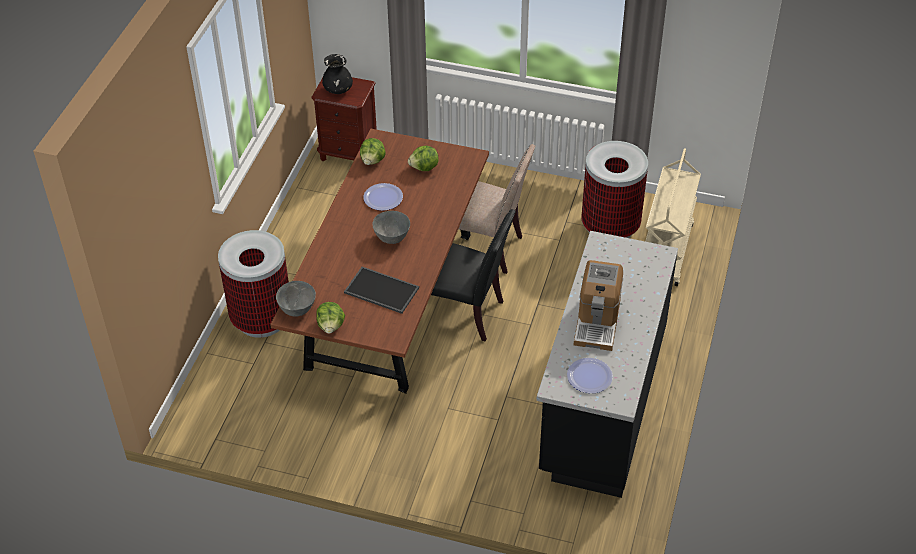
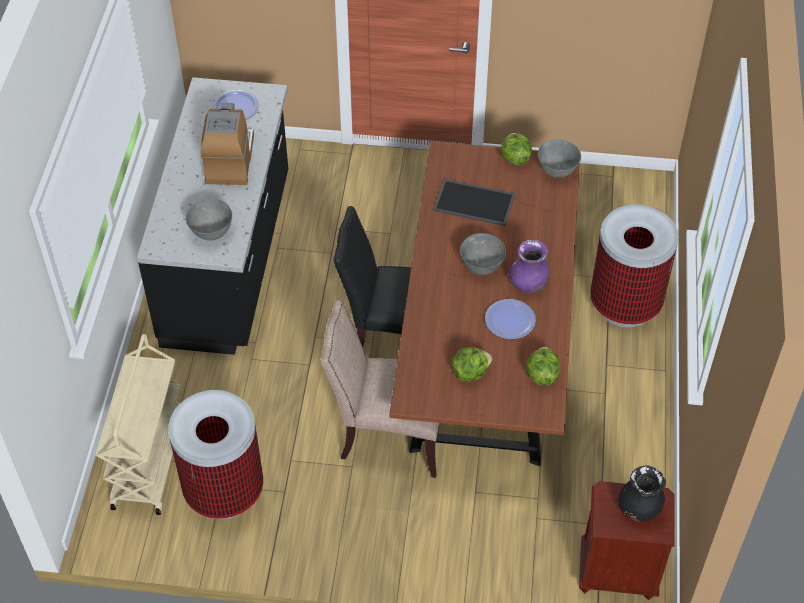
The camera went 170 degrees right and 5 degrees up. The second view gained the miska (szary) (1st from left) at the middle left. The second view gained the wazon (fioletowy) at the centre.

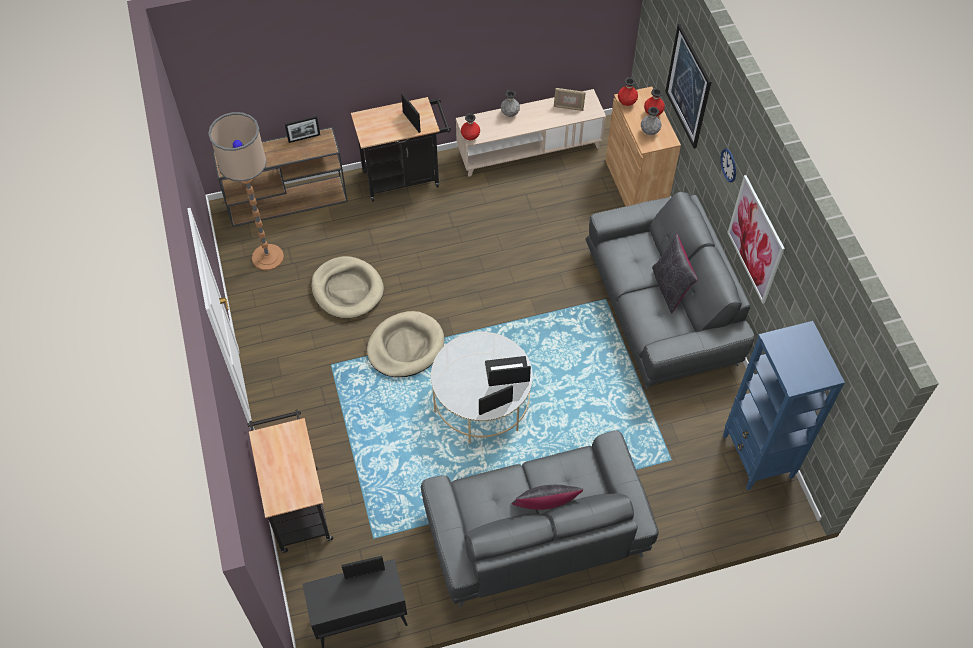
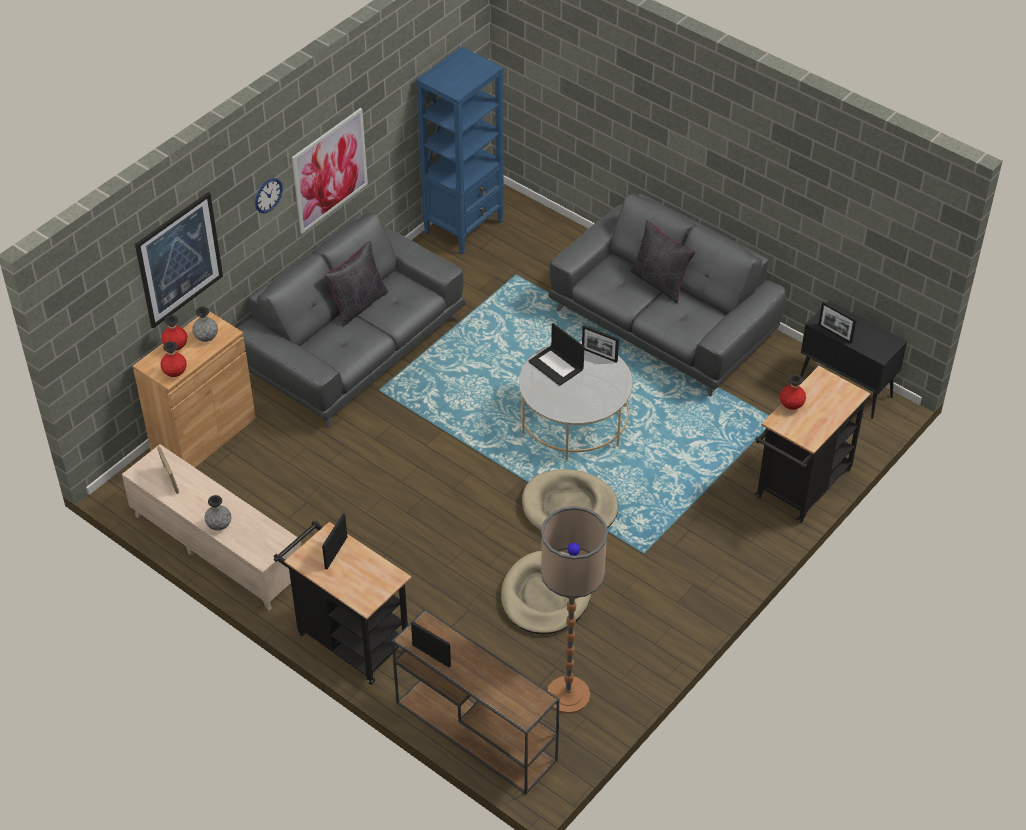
The camera went 125 degrees left and 10 degrees down. The wazon (czerwony) (1st from left in the first image) ended up elsewhere, having gone from the top centre to the middle right.

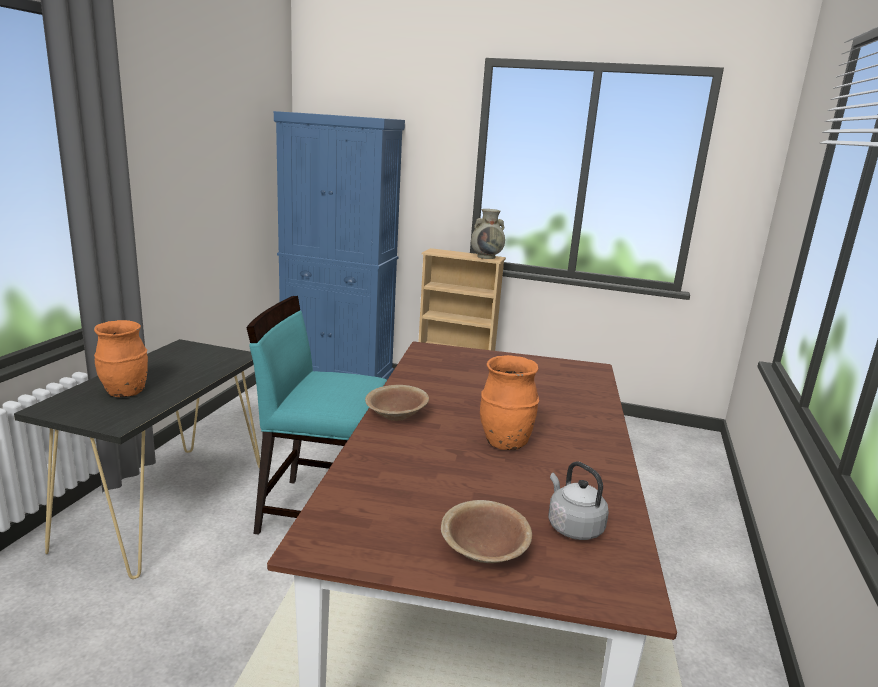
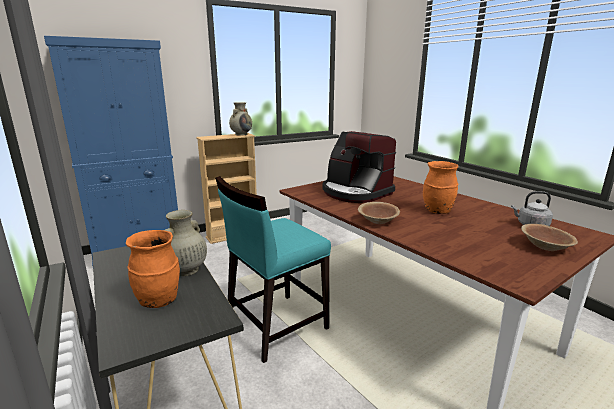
The camera went 45 degrees left and 0 degrees up. The second view gained the wazon (beżowy) (1st from left) at the middle left. The second view gained the ekspres do kawy at the centre.

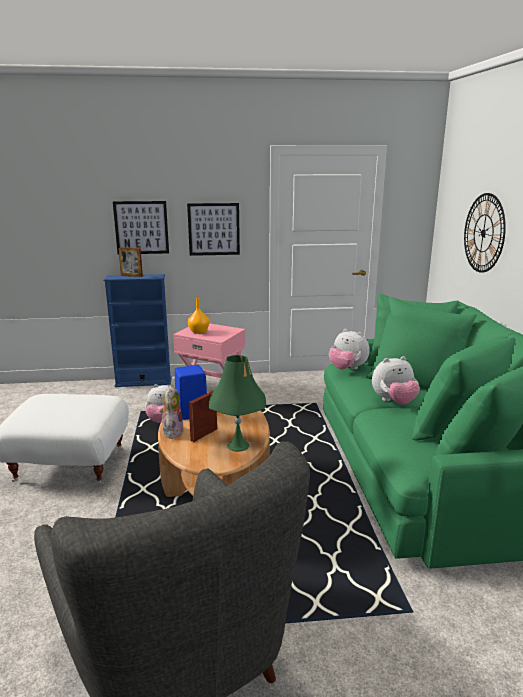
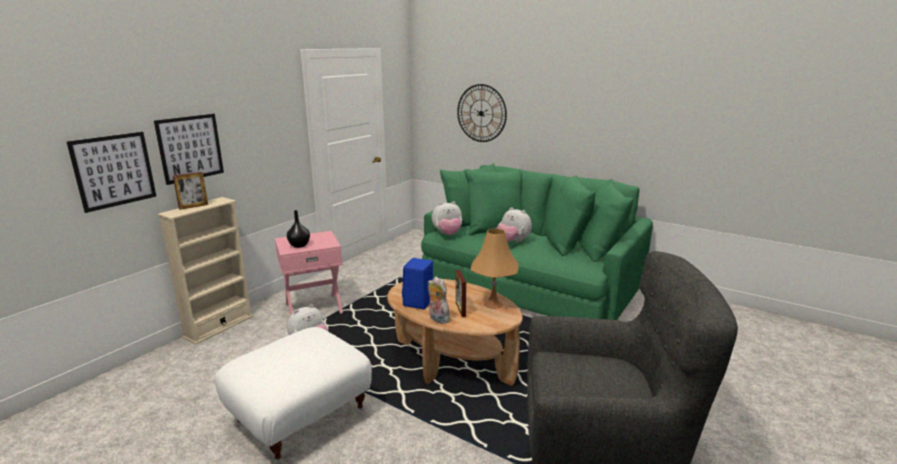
The camera went 50 degrees left and 0 degrees up. The obraz (2nd from left in the first image) ended up elsewhere, having gone from the top centre to the middle left. What was the regał (niebieski) at the middle left turned into the regał (beżowy) at the middle left. What was the wazon (pomarańczowy) at the centre turned into the wazon (czarny) at the middle left. What was the lampa stołowa (zielony) at the centre turned into the lampa stołowa (pomarańczowy) at the centre. The pluszak (4th from left) at the middle right ended up facing another way, 105 degrees clockwise from before.

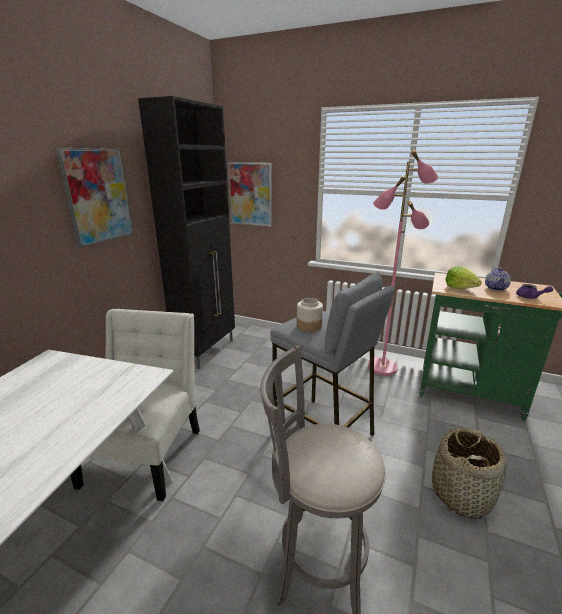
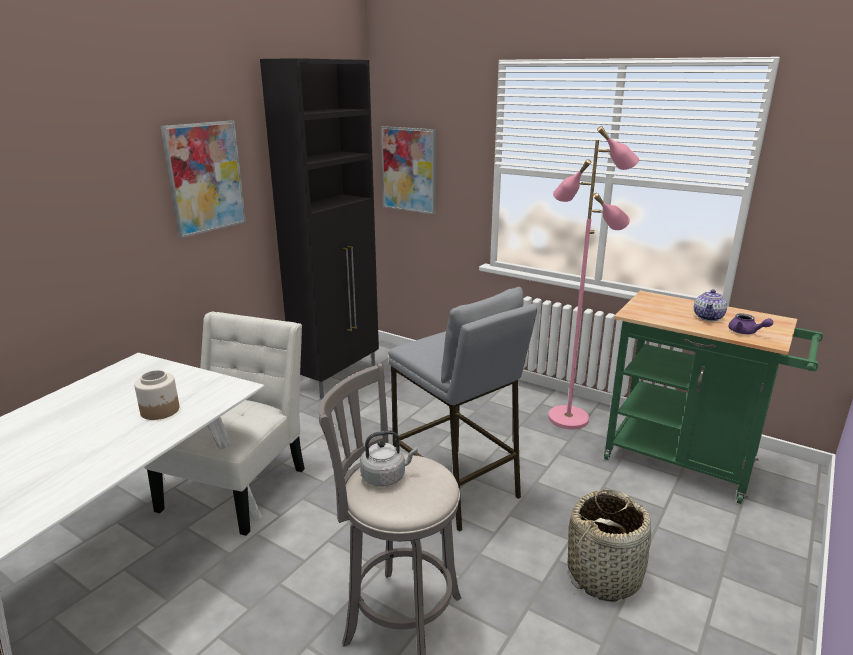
The camera went 10 degrees right and 0 degrees up. The second view lost the sałata at the middle right. The second view gained the czajnik (szary) at the bottom centre. The słoik ended up elsewhere, having gone from the centre to the middle left.

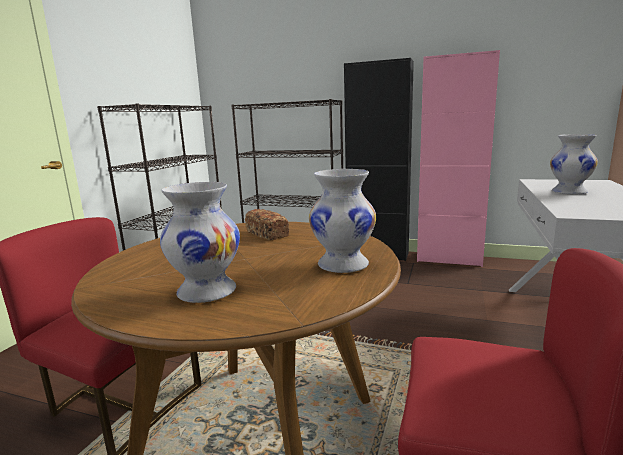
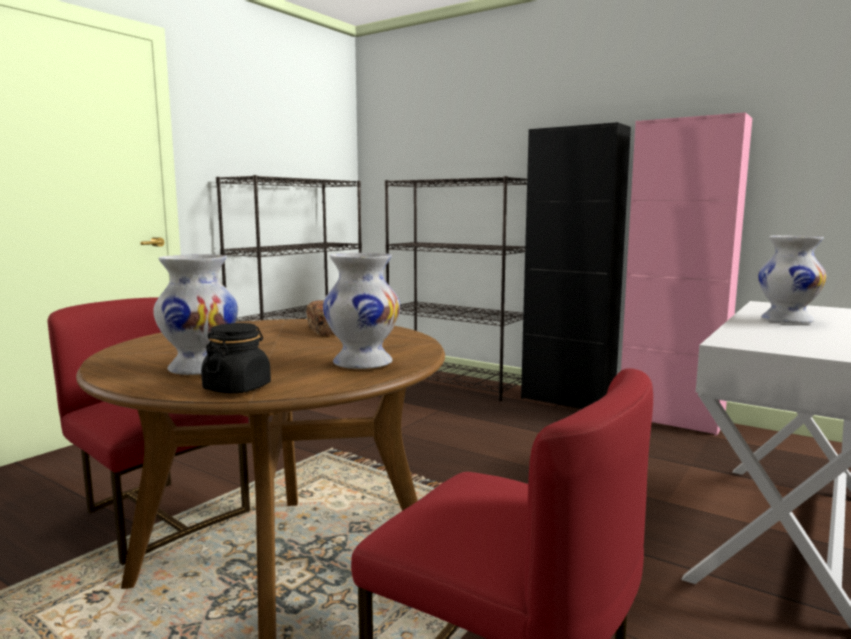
The camera went 15 degrees right and 5 degrees down. The second view gained the słoik (czarny) at the middle left.

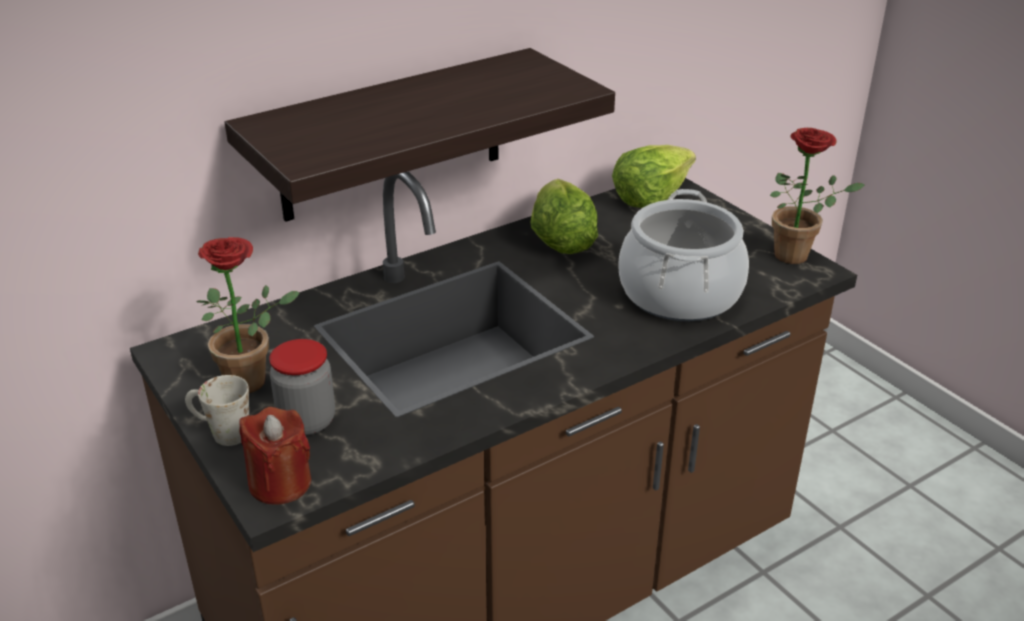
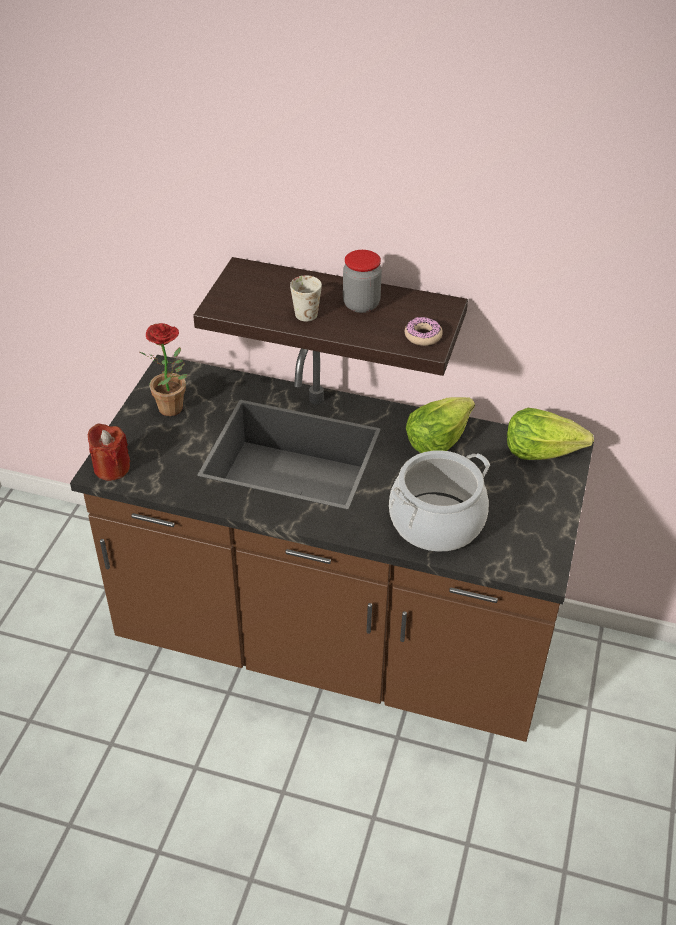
The camera went 50 degrees right and 10 degrees up. The second view lost the roślina doniczkowa (2nd from left) at the top right. The second view gained the donut at the centre. The kubek (biały) ended up elsewhere, having gone from the middle left to the top centre. The słoik ended up elsewhere, having gone from the middle left to the top centre.

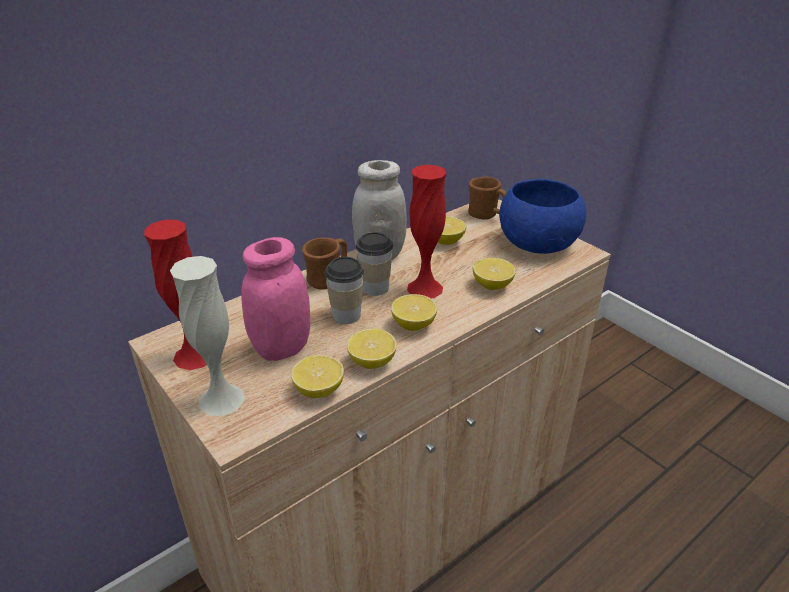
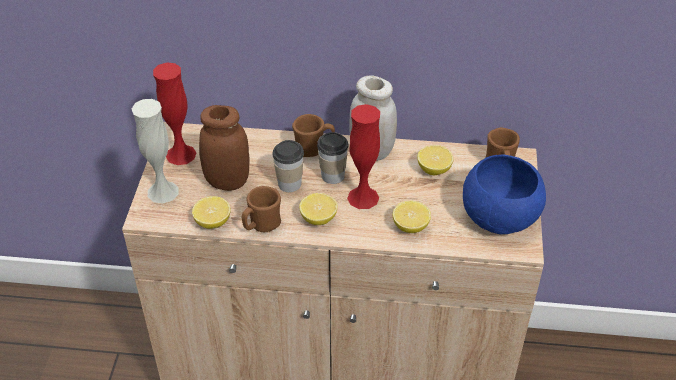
The camera went 45 degrees right and 10 degrees up. Where the cytryna (2nd from left) stood at the centre, the kubek (brązowy) (1st from left) came to stand at the centre. What was the słoik (różowy) at the centre turned into the słoik (brązowy) at the middle left.

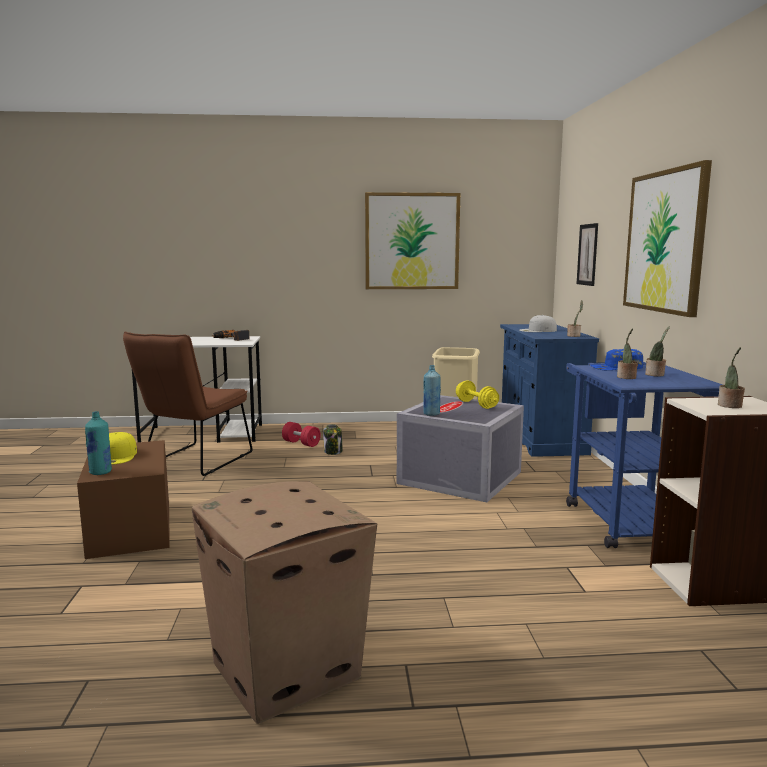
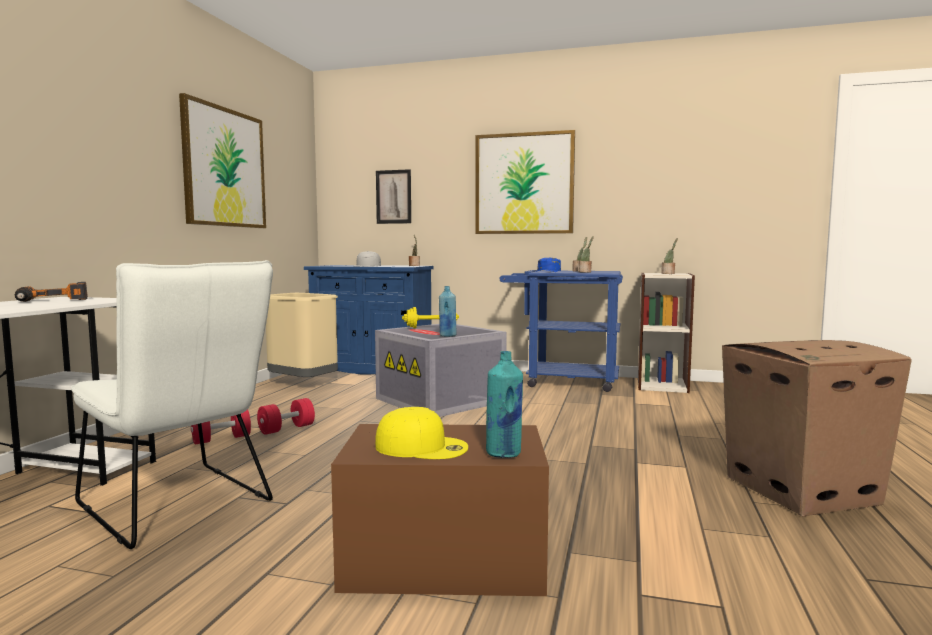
The camera went 70 degrees left and 5 degrees down. Where the słoik stood at the centre, the hantel (czerwony) (2nd from left) came to stand at the middle left. What was the krzesło (brązowy) at the middle left turned into the krzesło (biały) at the middle left.

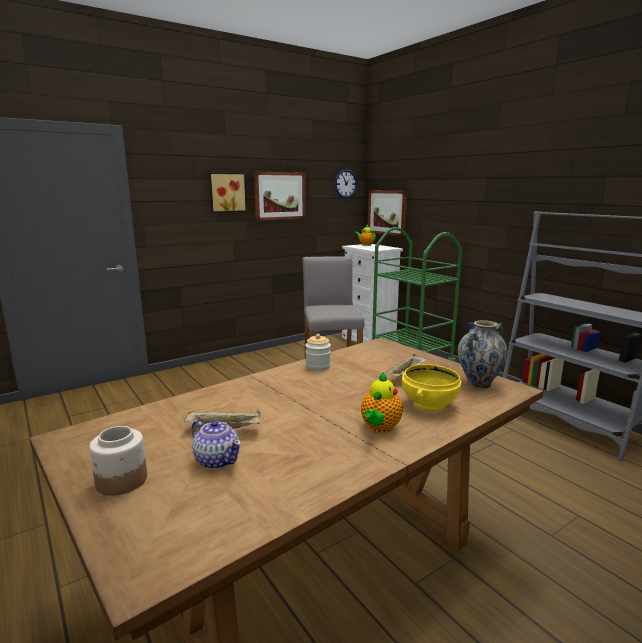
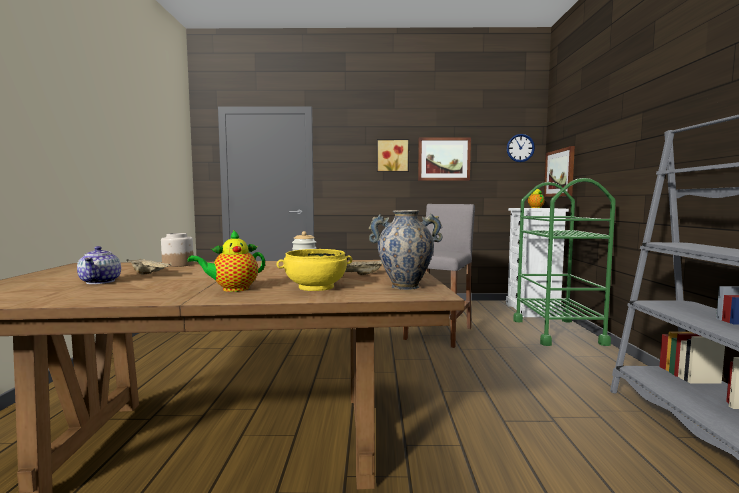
The camera went 35 degrees right and 10 degrees down. The słoik (1st from left) ended up elsewhere, having gone from the bottom left to the middle left.

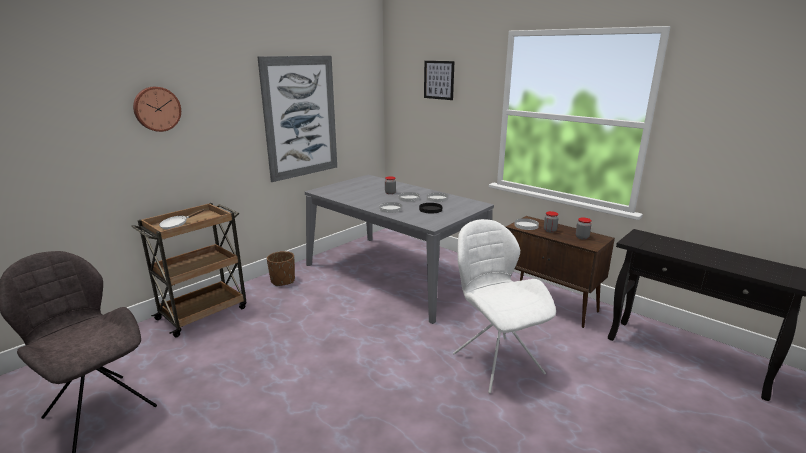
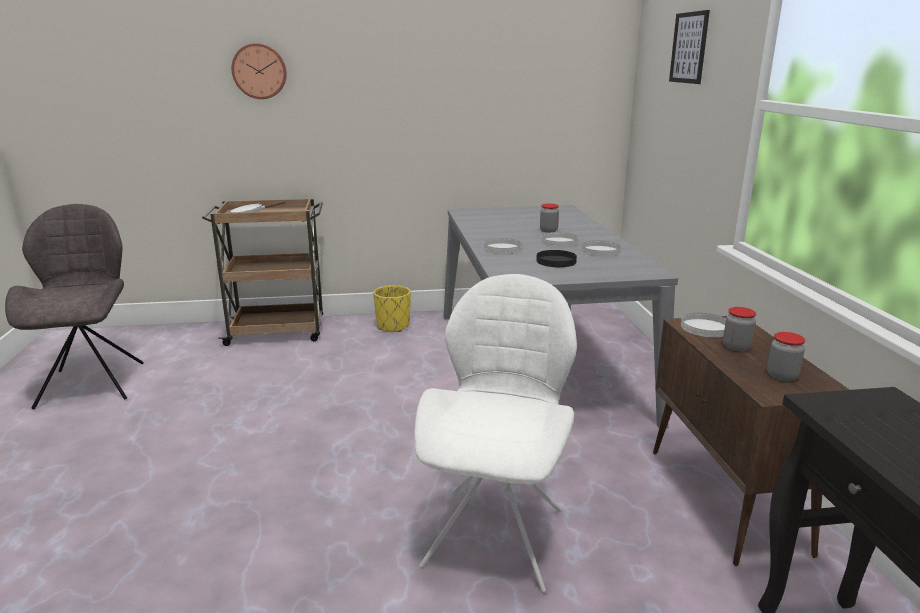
The camera went 40 degrees right and 0 degrees up. The second view lost the obraz (1st from left) at the top centre. What was the donica (brązowy) at the centre turned into the donica (żółty) at the centre.

